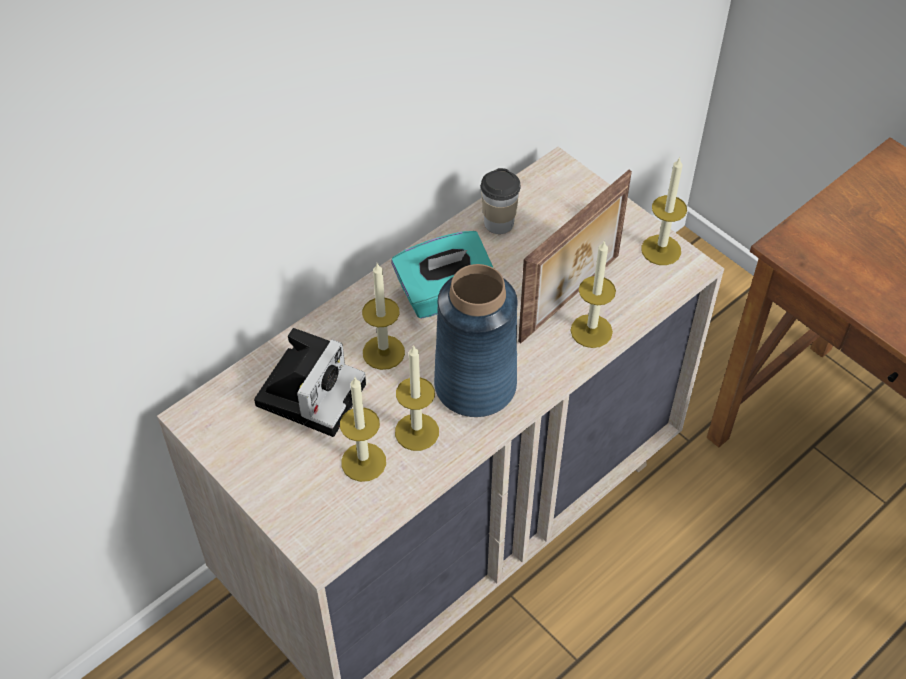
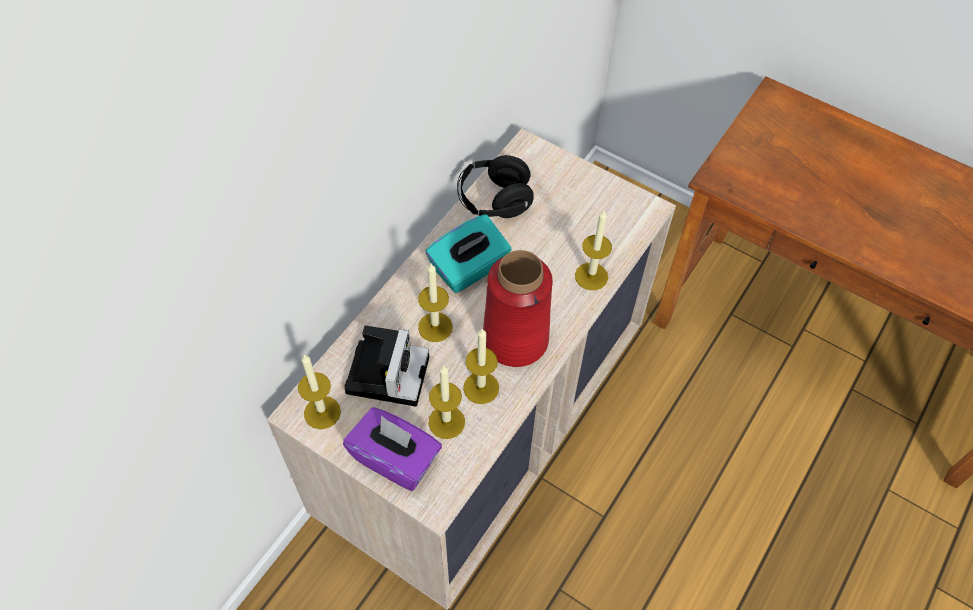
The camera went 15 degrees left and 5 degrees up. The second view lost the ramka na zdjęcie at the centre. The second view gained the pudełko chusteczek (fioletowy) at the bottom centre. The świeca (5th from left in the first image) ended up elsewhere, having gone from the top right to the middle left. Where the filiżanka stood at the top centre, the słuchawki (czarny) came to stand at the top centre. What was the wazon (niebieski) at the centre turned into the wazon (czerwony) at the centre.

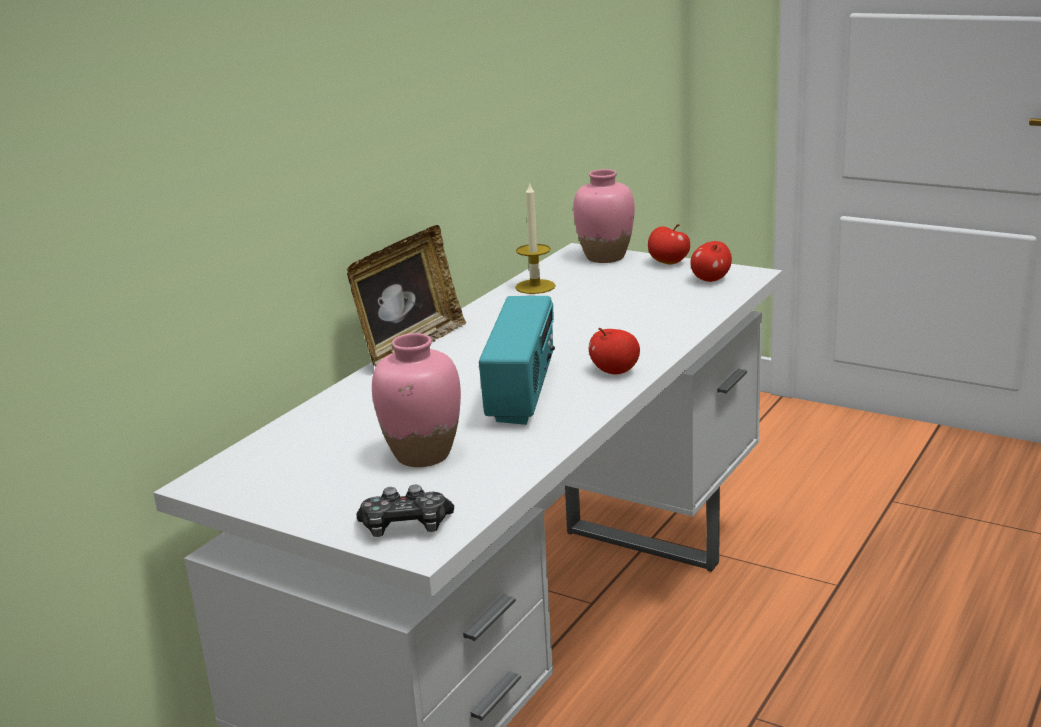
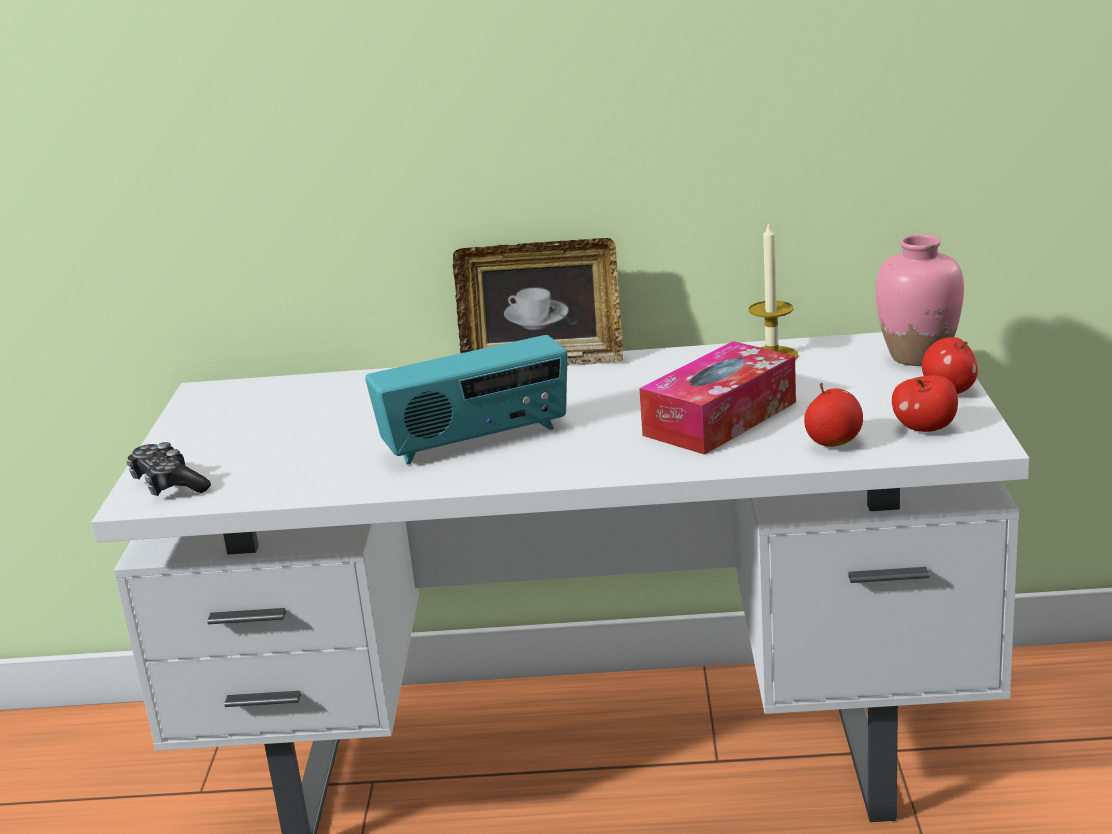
The camera went 60 degrees right and 0 degrees up. The second view lost the wazon (różowy) (1st from left) at the centre. The second view gained the pudełko chusteczek at the centre. The jabłko (1st from left) ended up elsewhere, having gone from the centre to the middle right.

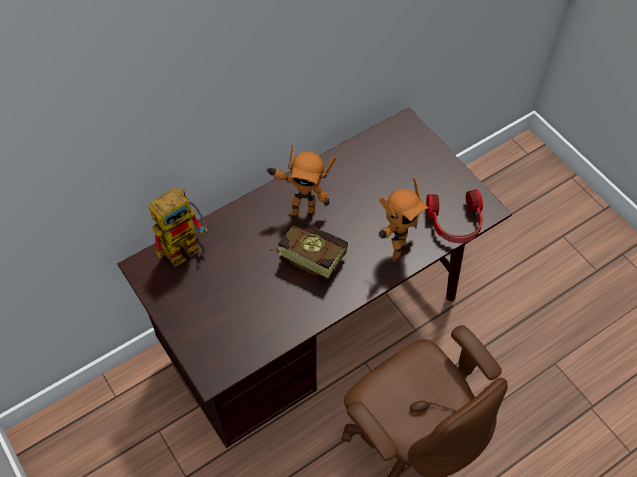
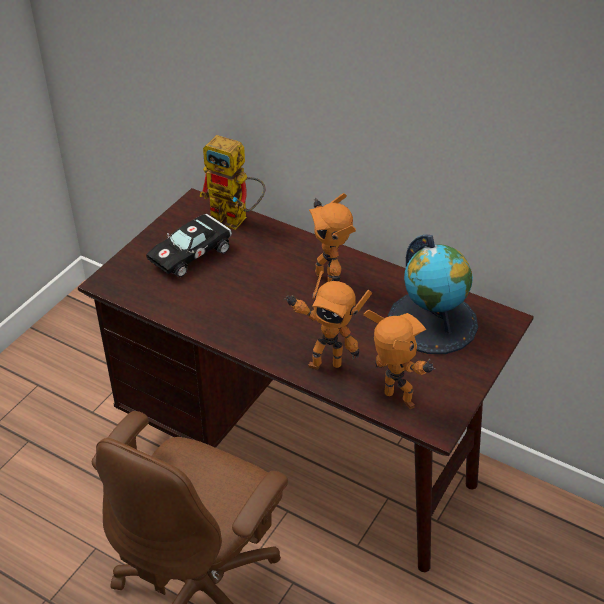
The camera went 65 degrees right and 15 degrees down. The second view lost the książka at the centre. The second view gained the samochodzik (czarny) at the middle left. The second view gained the globus at the middle right. Where the słuchawki stood at the middle right, the robot zabawkowy (4th from left) came to stand at the centre.

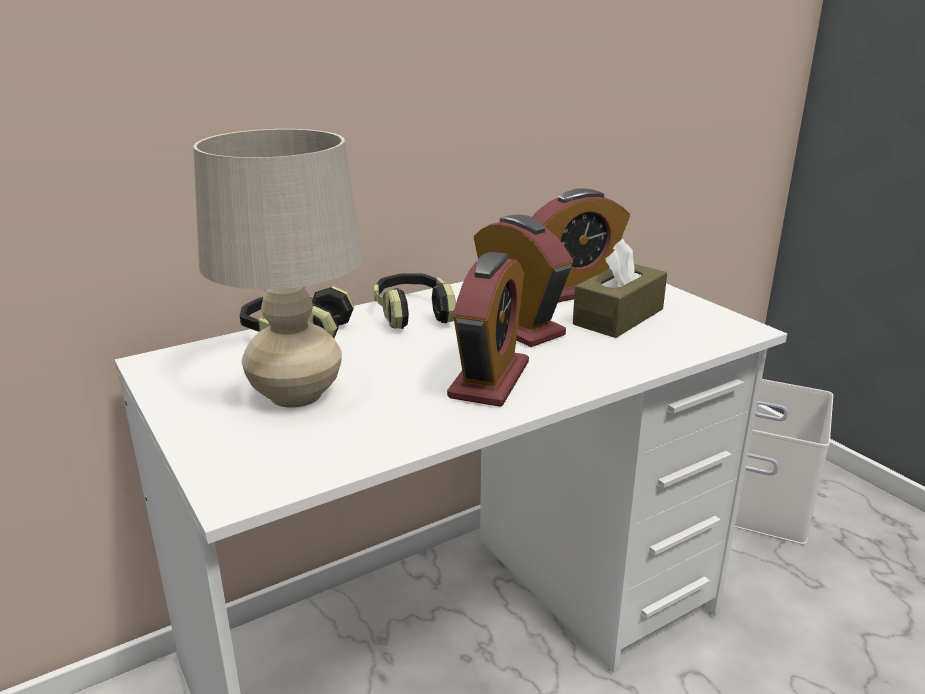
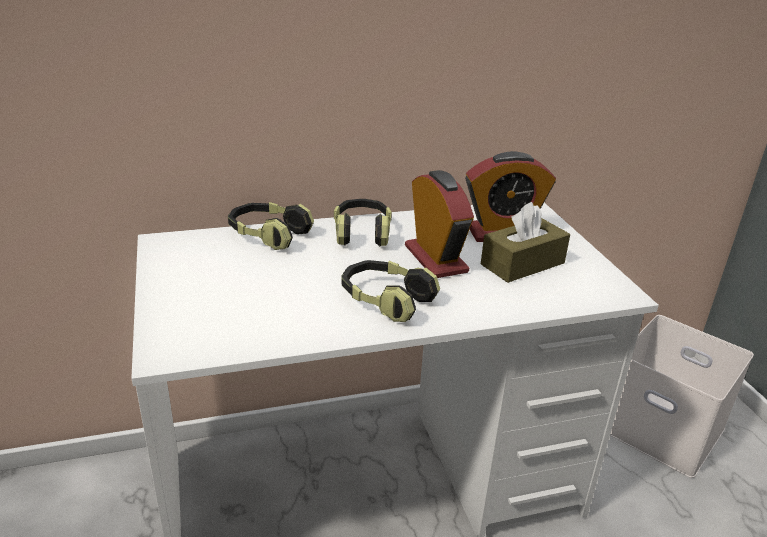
The camera went 15 degrees right and 5 degrees up. The second view lost the lampa stołowa (beżowy) at the middle left. Where the budzik (1st from left) stood at the centre, the słuchawki (3rd from left) came to stand at the centre.

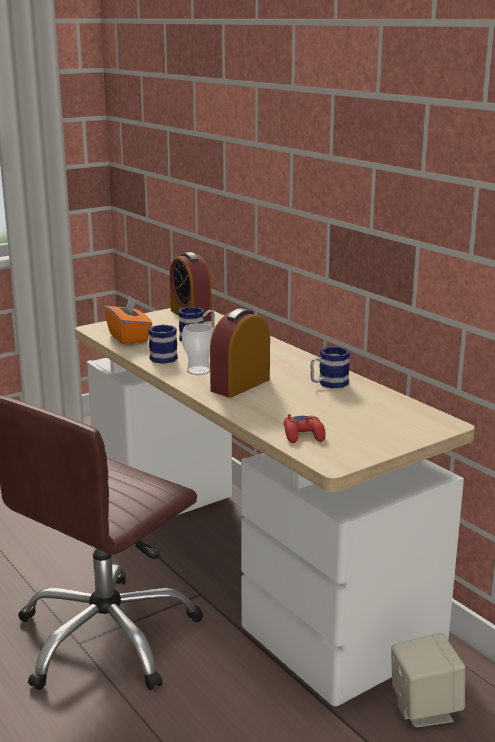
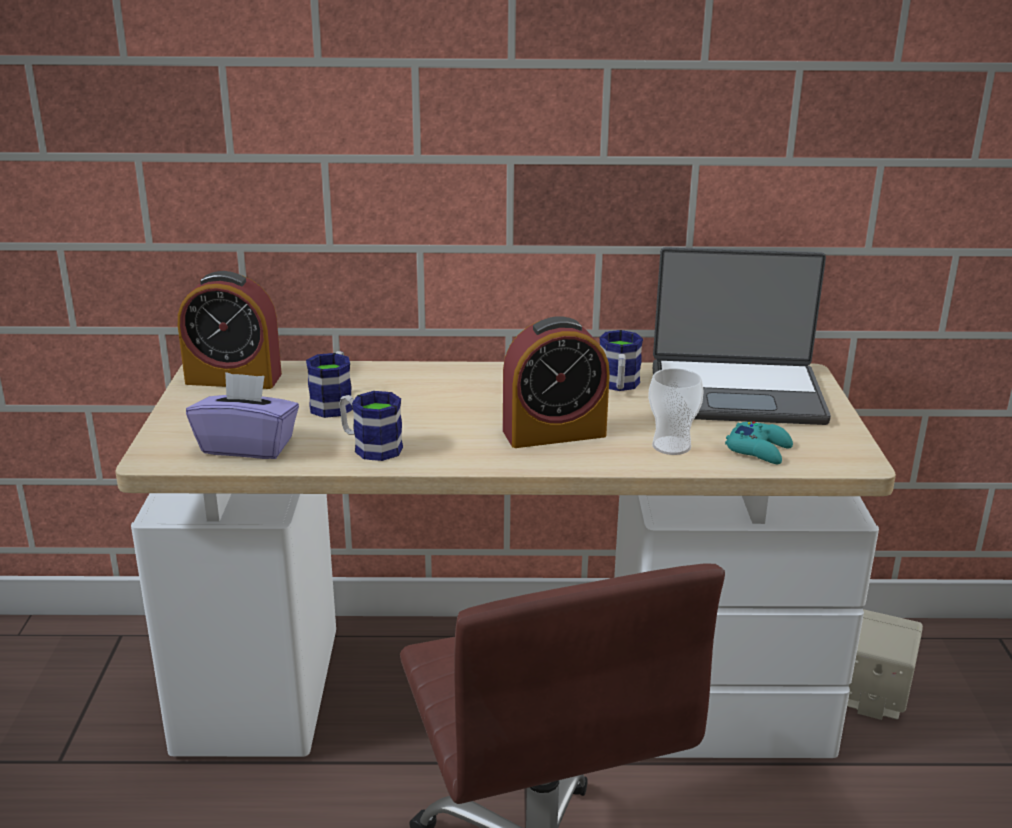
The camera went 55 degrees left and 5 degrees up. The second view gained the laptop at the middle right. The filiżanka ended up elsewhere, having gone from the centre to the middle right. What was the pudełko chusteczek (pomarańczowy) at the middle left turned into the pudełko chusteczek (fioletowy) at the middle left. What was the pad do gier (czerwony) at the centre turned into the pad do gier (turkusowy) at the middle right. The budzik (2nd from left) at the centre ended up facing another way, 90 degrees counterclockwise from before.

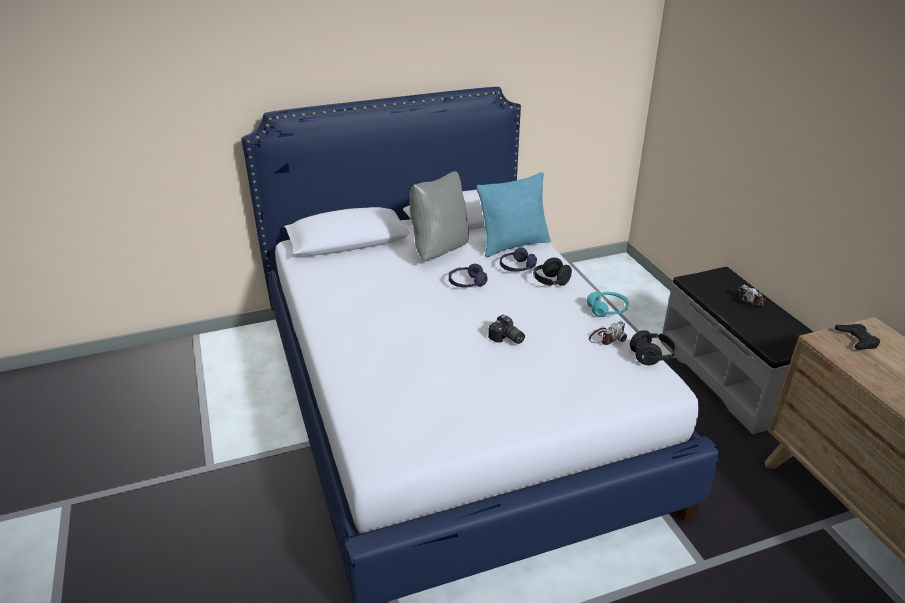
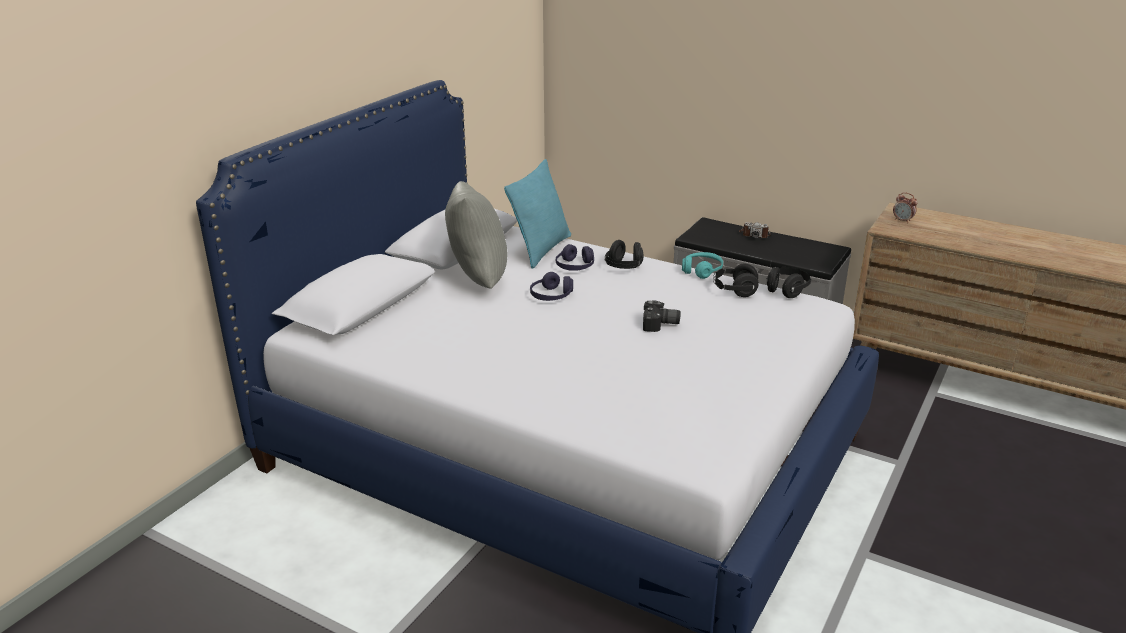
The camera went 40 degrees left and 5 degrees down. Where the aparat fotograficzny (2nd from left) stood at the middle right, the słuchawki (czarny) (2nd from left) came to stand at the centre. Where the pad do gier (czarny) stood at the middle right, the budzik came to stand at the top right.

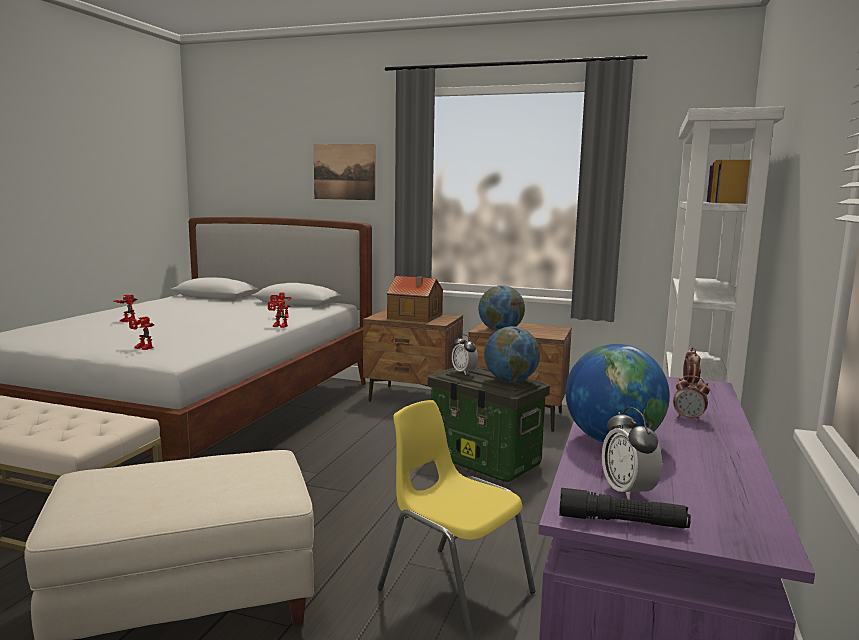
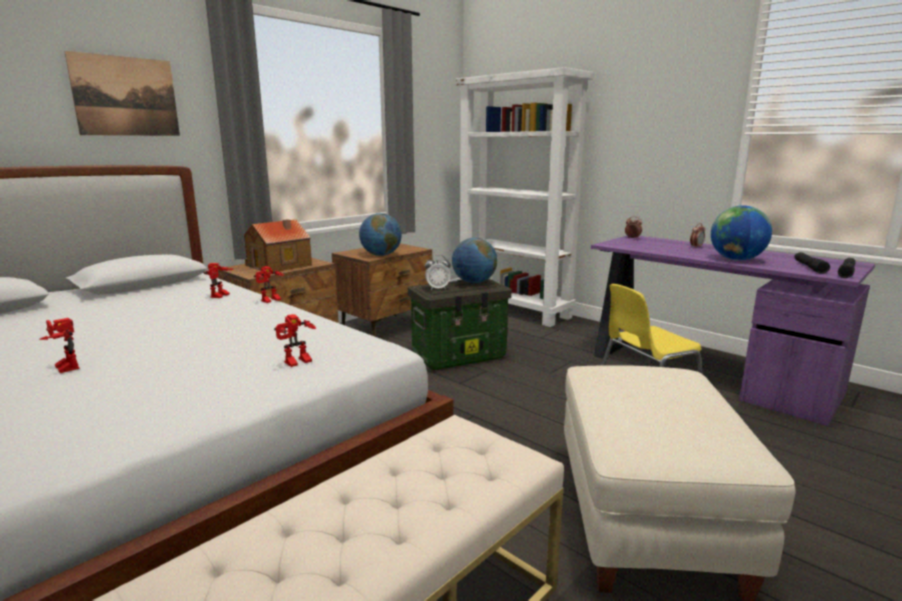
The camera went 65 degrees left and 5 degrees up. Where the budzik (2nd from left) stood at the bottom right, the latarka (czarny) (1st from left) came to stand at the middle right.

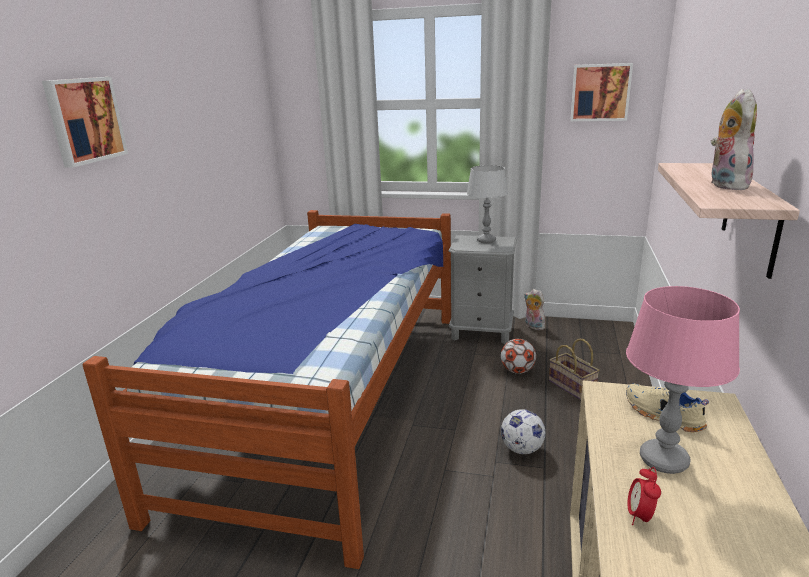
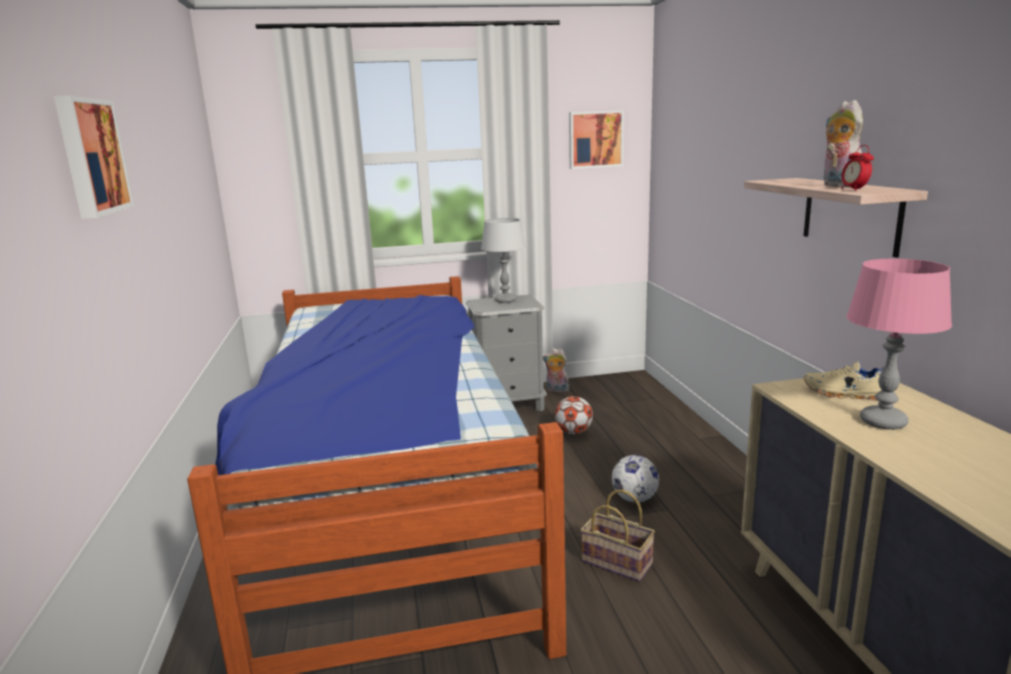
The camera went 25 degrees left and 5 degrees down. The koszyk ended up elsewhere, having gone from the middle right to the bottom centre. The budzik ended up elsewhere, having gone from the bottom right to the top right.

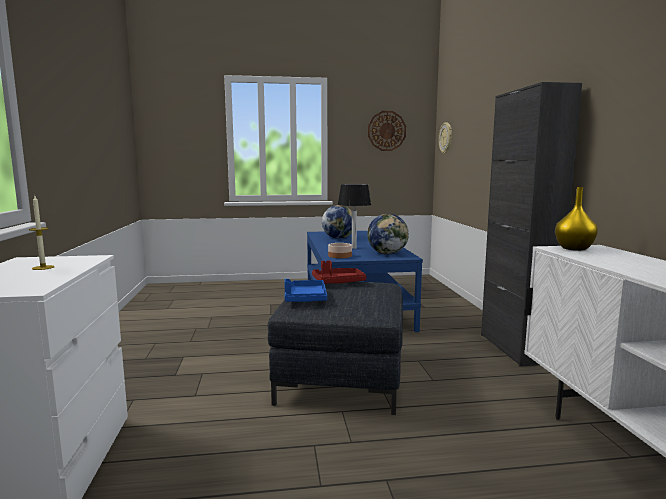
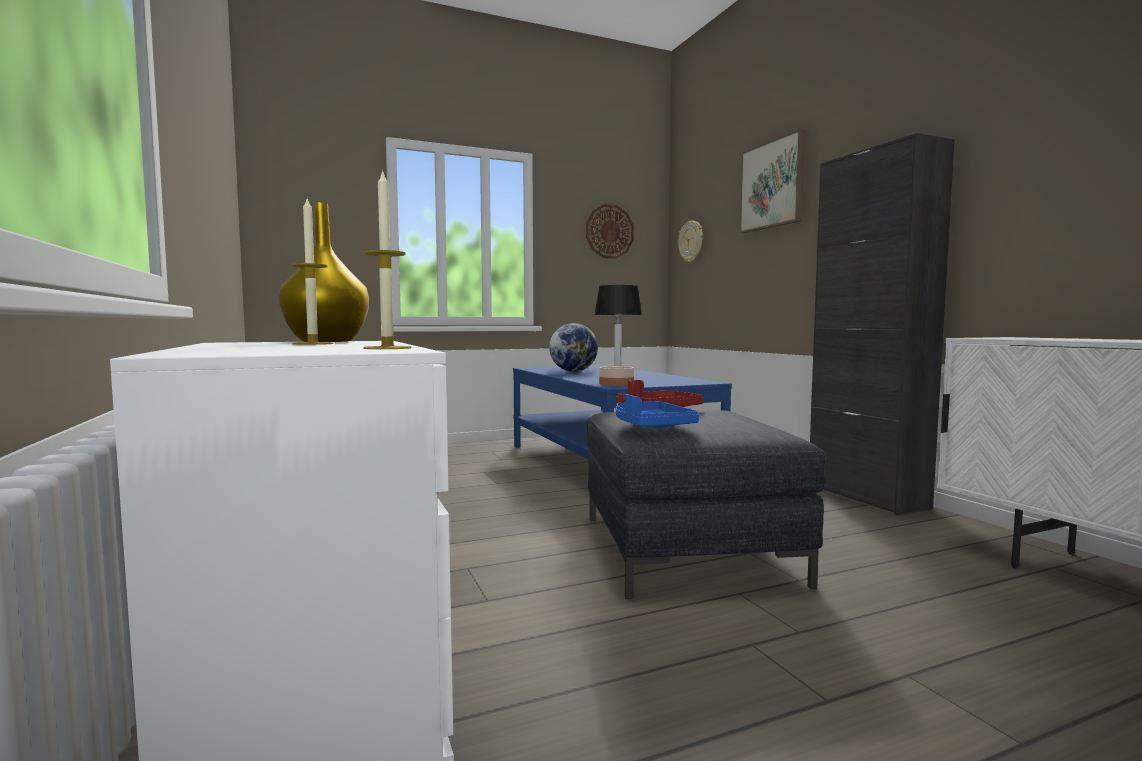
The camera went 15 degrees left and 5 degrees down. The second view lost the globus (2nd from left) at the centre. The second view gained the świeca (2nd from left) at the centre. The second view gained the obraz at the top right. The wazon (żółty) ended up elsewhere, having gone from the middle right to the middle left.

